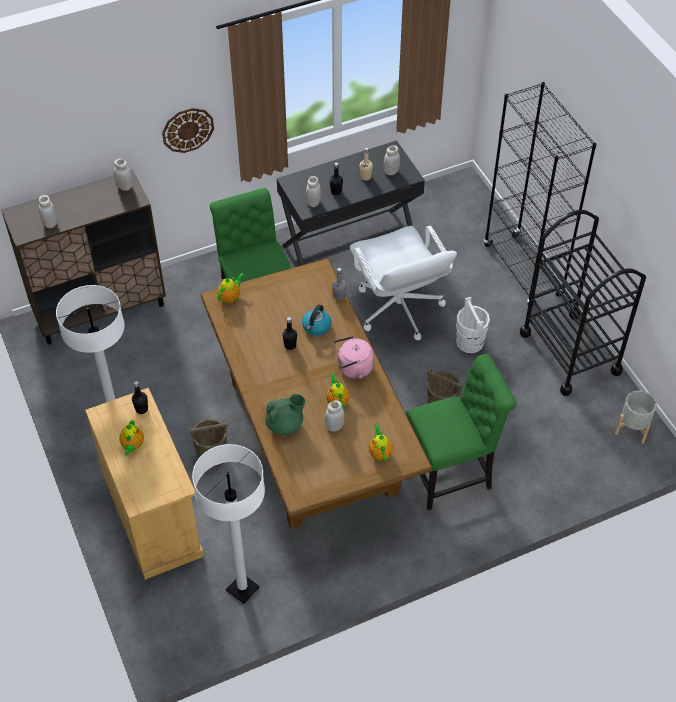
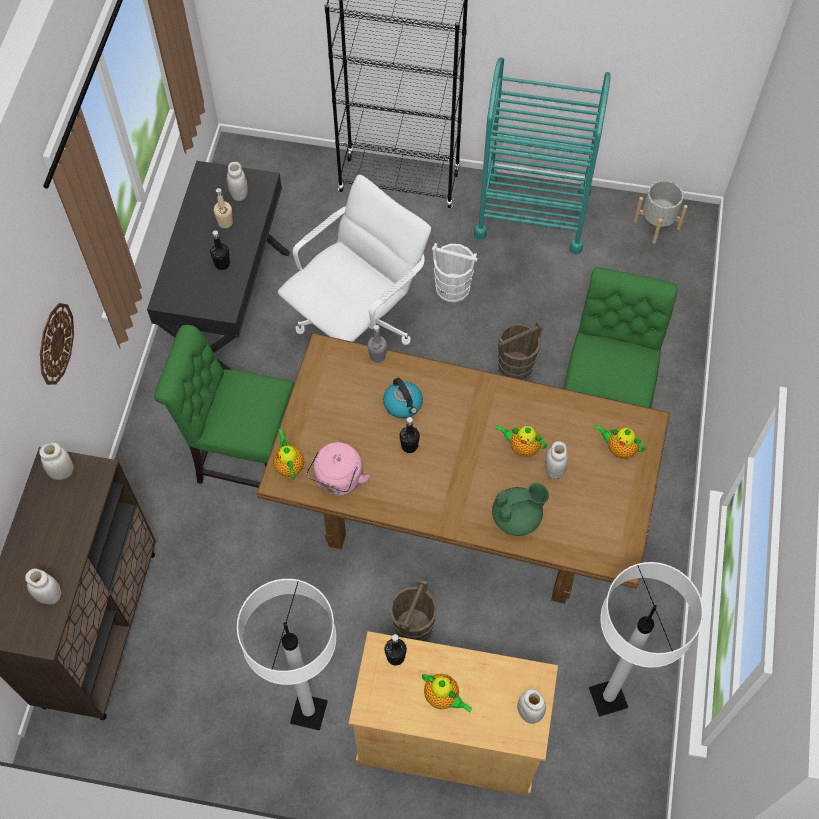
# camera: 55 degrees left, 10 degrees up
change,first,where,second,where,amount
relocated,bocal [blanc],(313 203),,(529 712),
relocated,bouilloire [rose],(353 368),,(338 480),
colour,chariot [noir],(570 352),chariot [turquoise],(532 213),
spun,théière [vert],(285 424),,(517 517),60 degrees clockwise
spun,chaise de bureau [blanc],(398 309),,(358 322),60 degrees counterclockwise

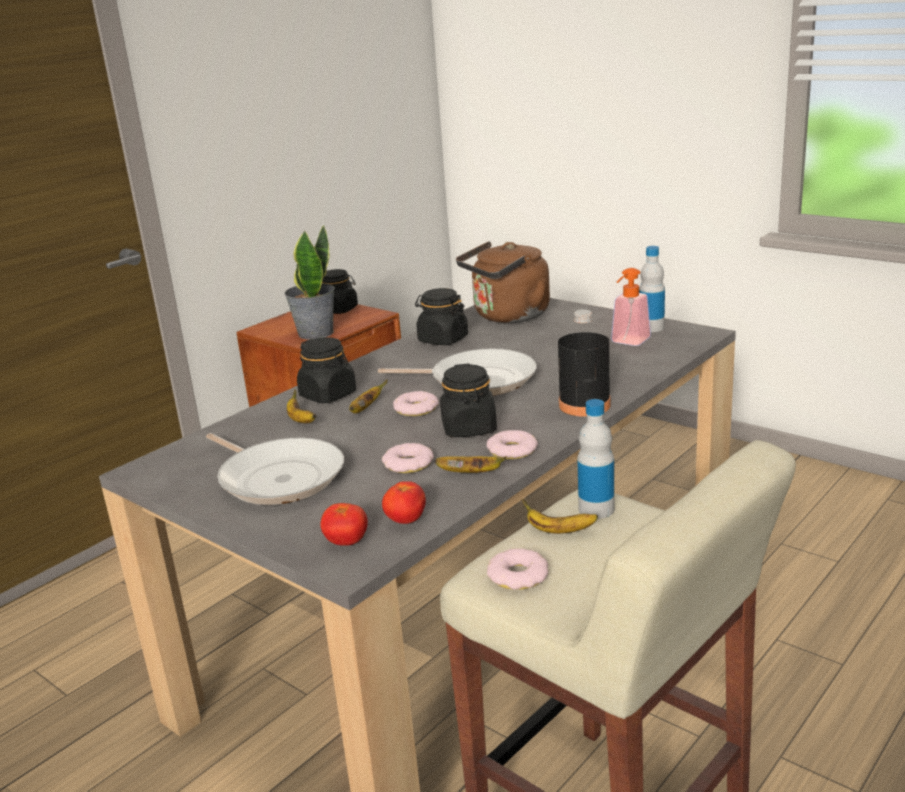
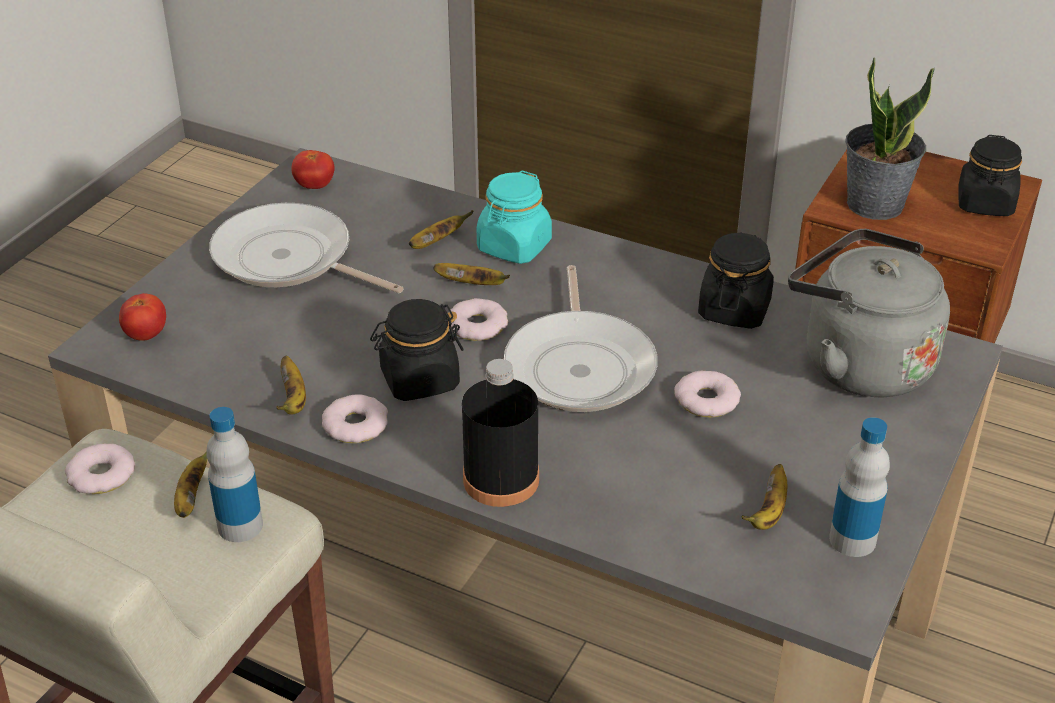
# camera: 75 degrees right, 15 degrees up
change,first,where,second,where,amount
relocated,beignet,(408 464),,(706 400),
relocated,tomate,(406 520),,(315 186),
exchanged,distributeur de savon,(627 342),banane,(768 512),
colour,bocal [noir],(328 395),bocal [turquoise],(514 247),
colour,bouilloire [marron],(508 316),bouilloire [gris],(859 363),
spun,poêle,(278 477),,(289 259),90 degrees clockwise

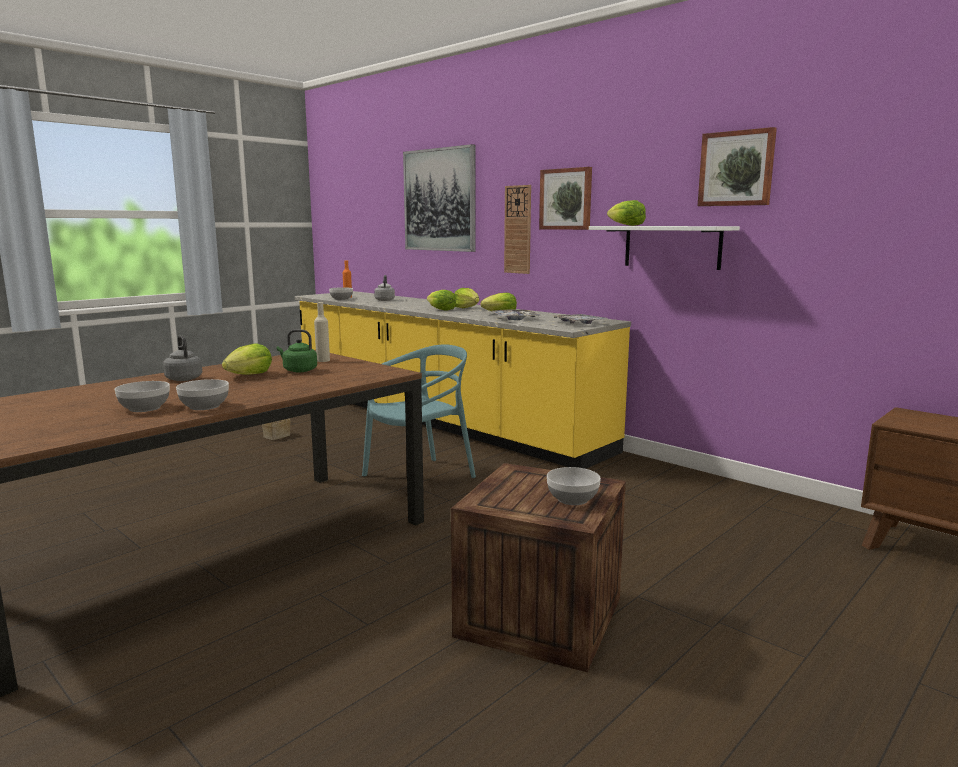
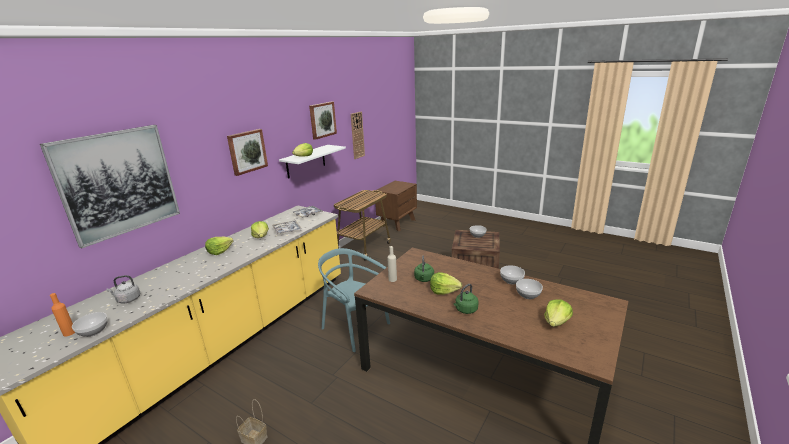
# camera: 100 degrees left, 10 degrees up
change,first,where,second,where,amount
appeared,,,chariot,(364 247),
relocated,laitue,(441 310),,(556 322),
relocated,horloge murale,(518 229),,(357 135),
colour,bouilloire [gris],(183 378),bouilloire [vert],(465 310),

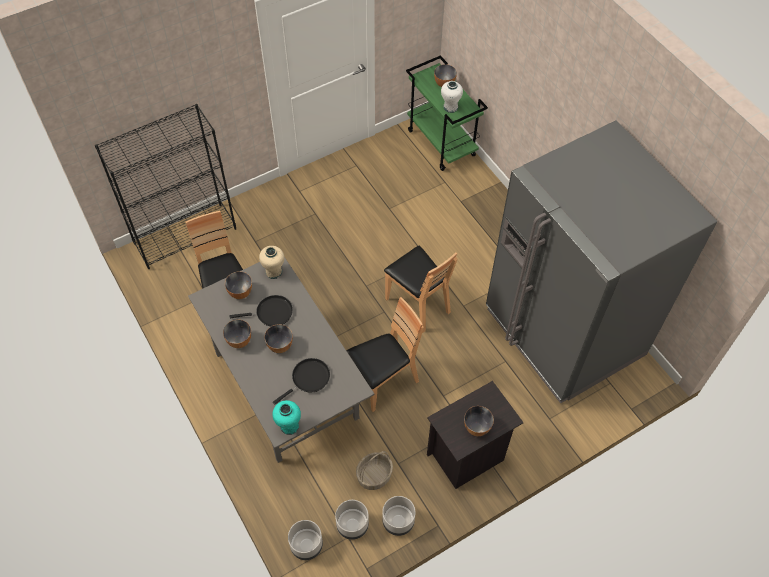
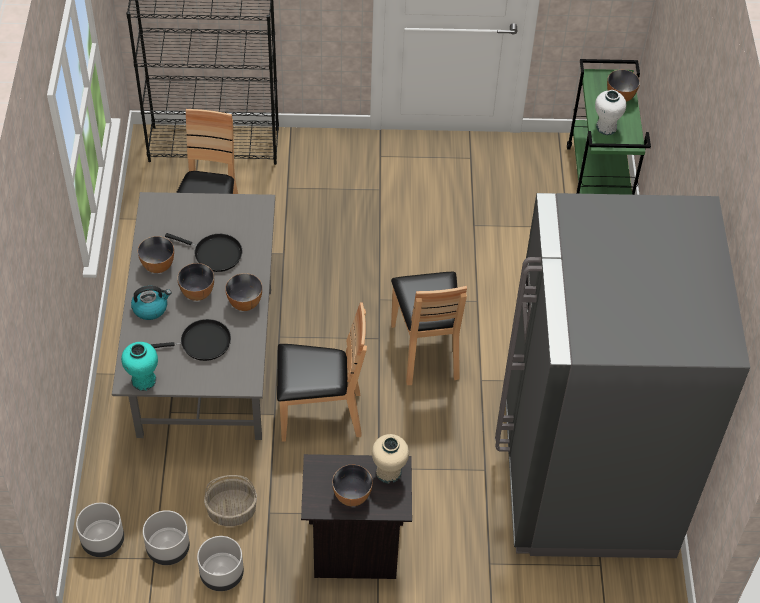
# camera: 30 degrees right, 5 degrees down
change,first,where,second,where,amount
appeared,,,bouilloire,(150 308),
relocated,bol,(240 293),,(244 303),
relocated,vase [beige],(274 271),,(389 472),

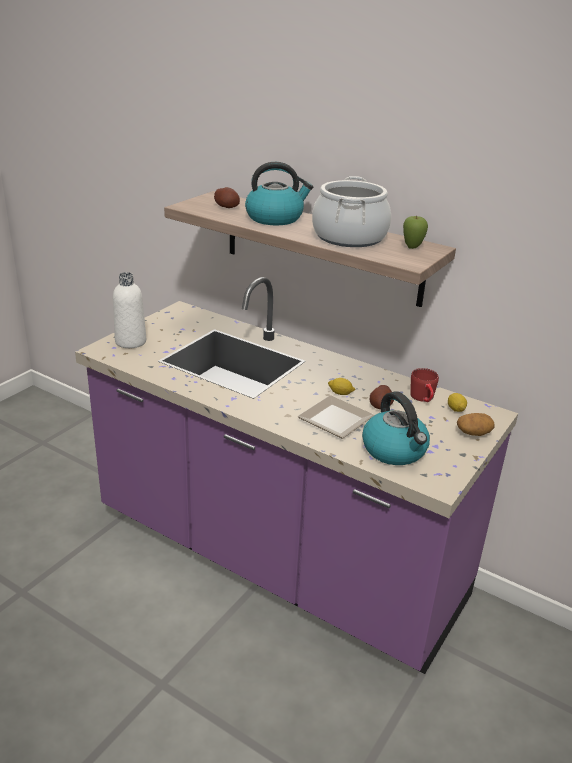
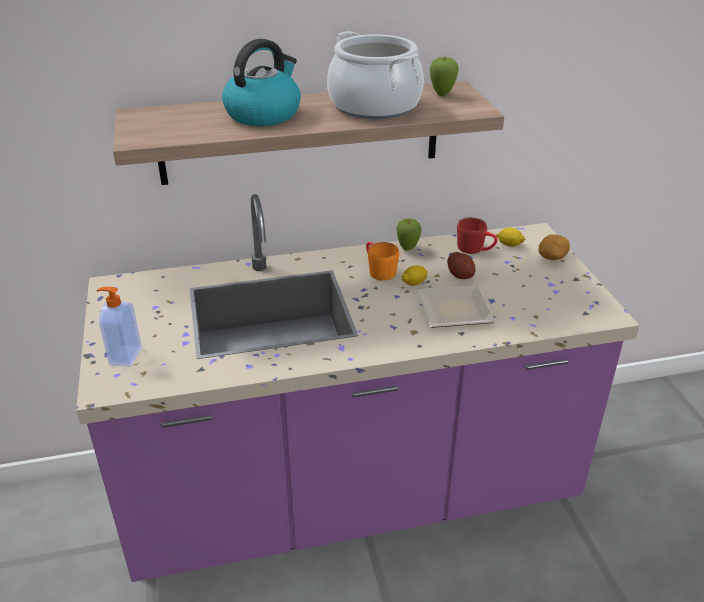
# camera: 45 degrees left, 5 degrees up
change,first,where,second,where,amount
missing,pomme de terre,(227 207),,,
missing,bouilloire,(395 450),,,
appeared,,,mug [orange],(378 270),
appeared,,,pomme,(407 249),
exchanged,bouteille [blanc],(130 342),distributeur de savon,(124 356),

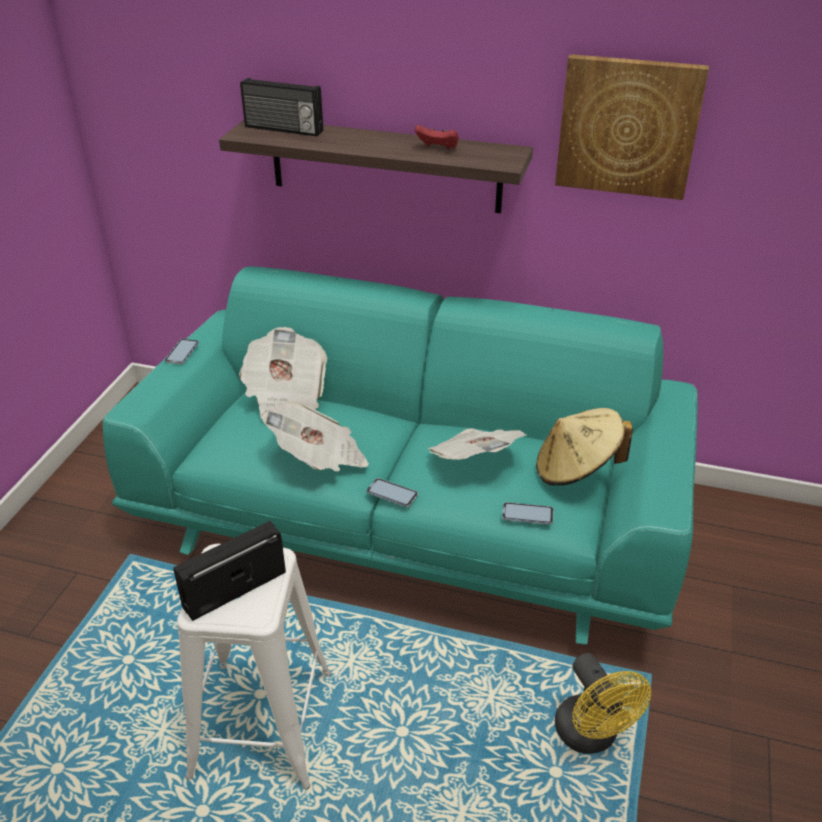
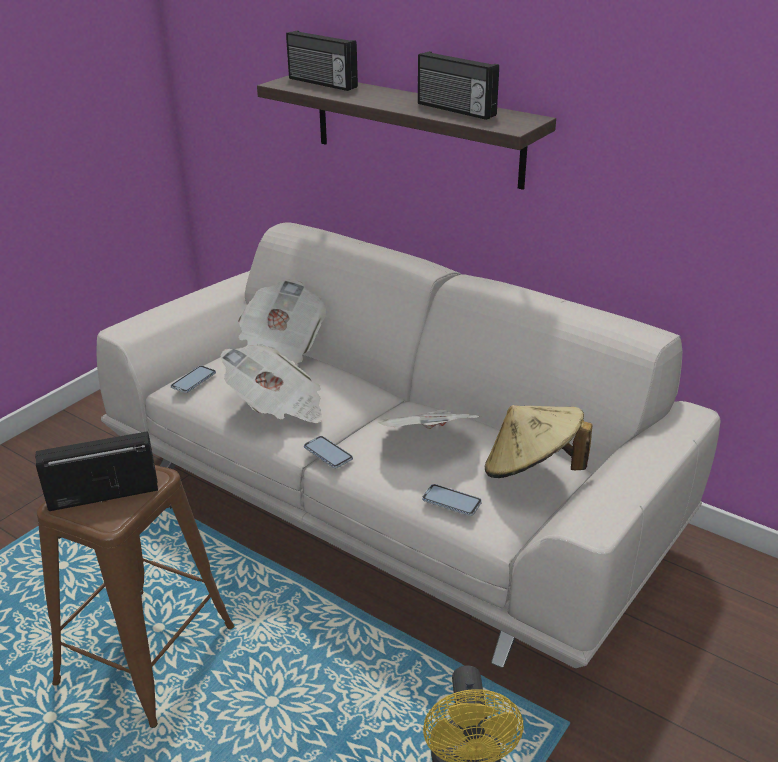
# camera: 20 degrees right, 5 degrees down
change,first,where,second,where,amount
missing,tableau,(628 126),,,
relocated,téléphone,(182 352),,(193 380),
exchanged,manette [rouge],(438 148),radio,(455 110),
colour,canapé [turquoise],(413 518),canapé [blanc],(392 503),
colour,tabouret [blanc],(263 722),tabouret [marron],(147 654),

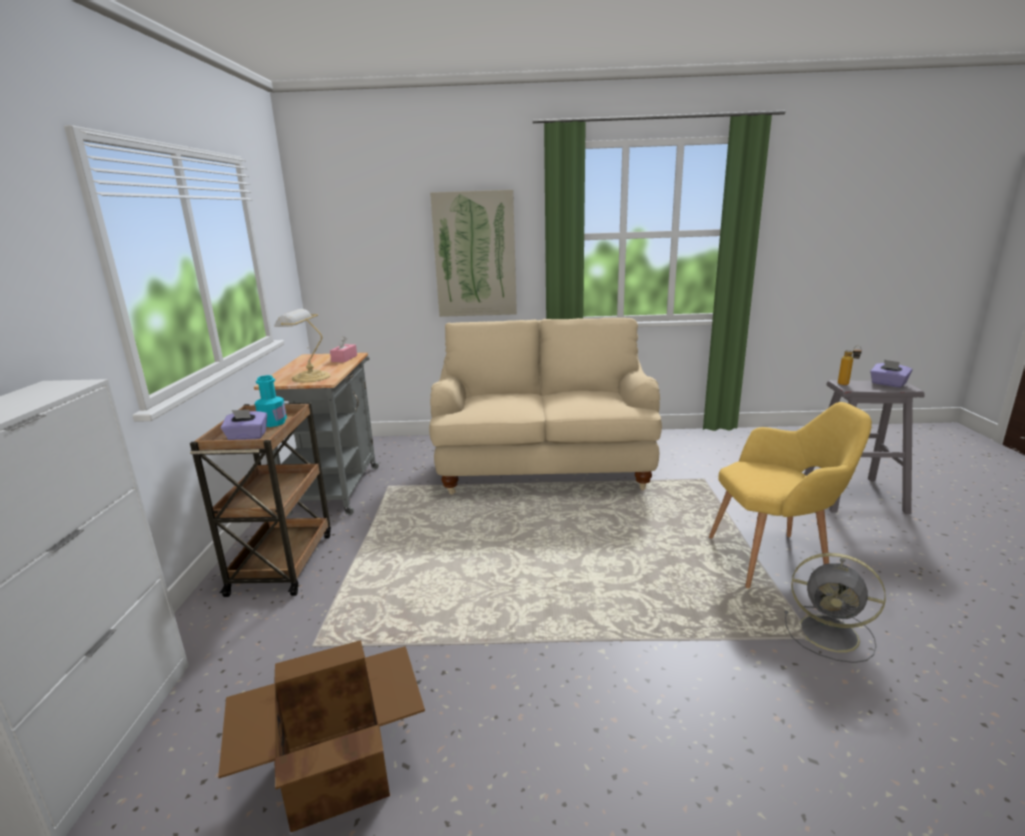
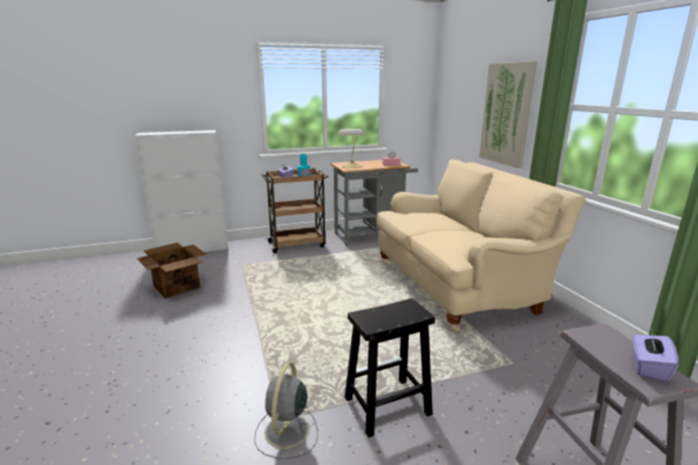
# camera: 70 degrees right, 0 degrees up
change,first,where,second,where,amount
missing,bouteille,(846 385),,,
exchanged,fauteuil [jaune],(775 558),tabouret [noir],(386 407),

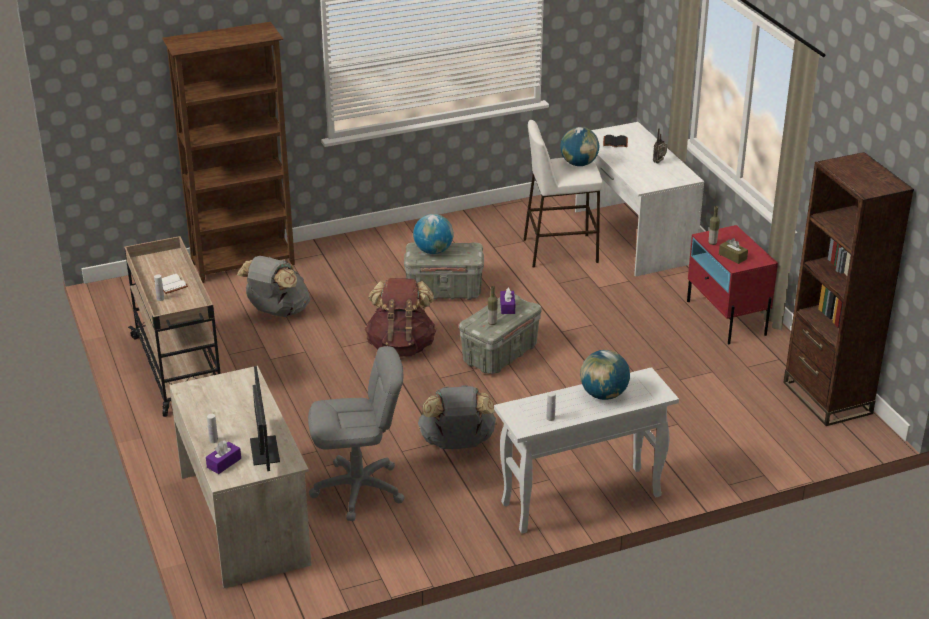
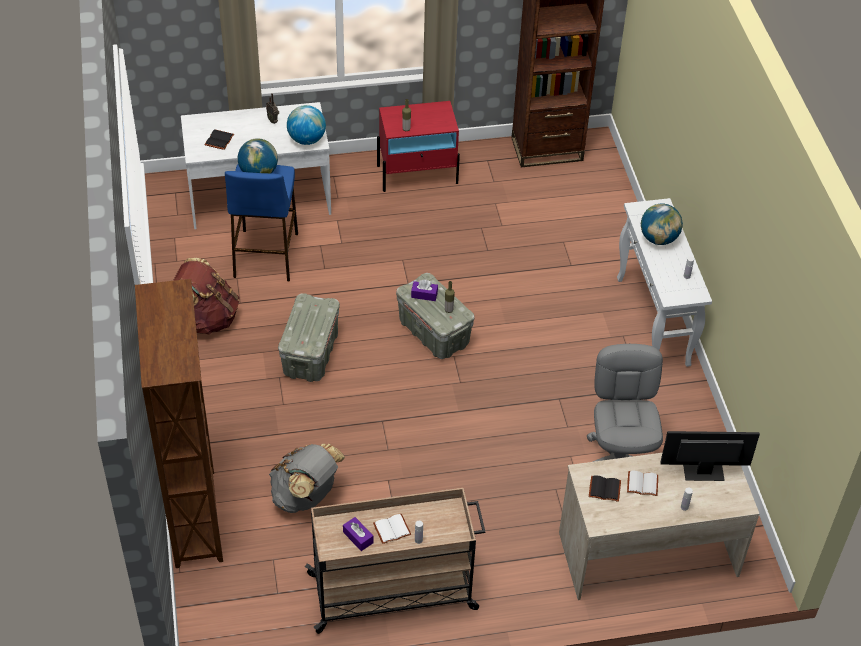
# camera: 80 degrees left, 15 degrees up
change,first,where,second,where,amount
missing,sac à dos [gris],(457 444),,,
missing,boîte à mouchoirs [marron],(732 256),,,
appeared,,,livre [noir],(604 490),
appeared,,,livre [blanc],(642 485),
relocated,boîte à mouchoirs [violet],(224 463),,(358 537),
relocated,sac à dos [marron],(401 346),,(208 318),
relocated,globe,(433 251),,(306 139),
colour,tabouret [blanc],(559 251),tabouret [bleu],(266 255),

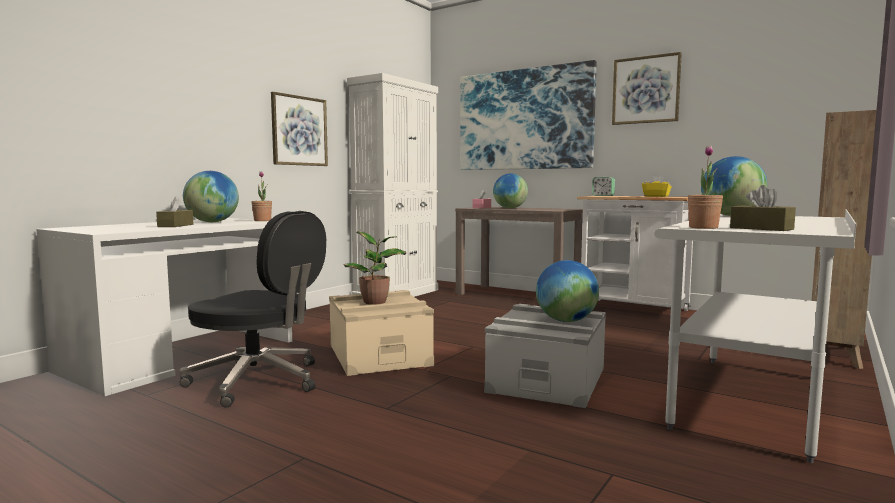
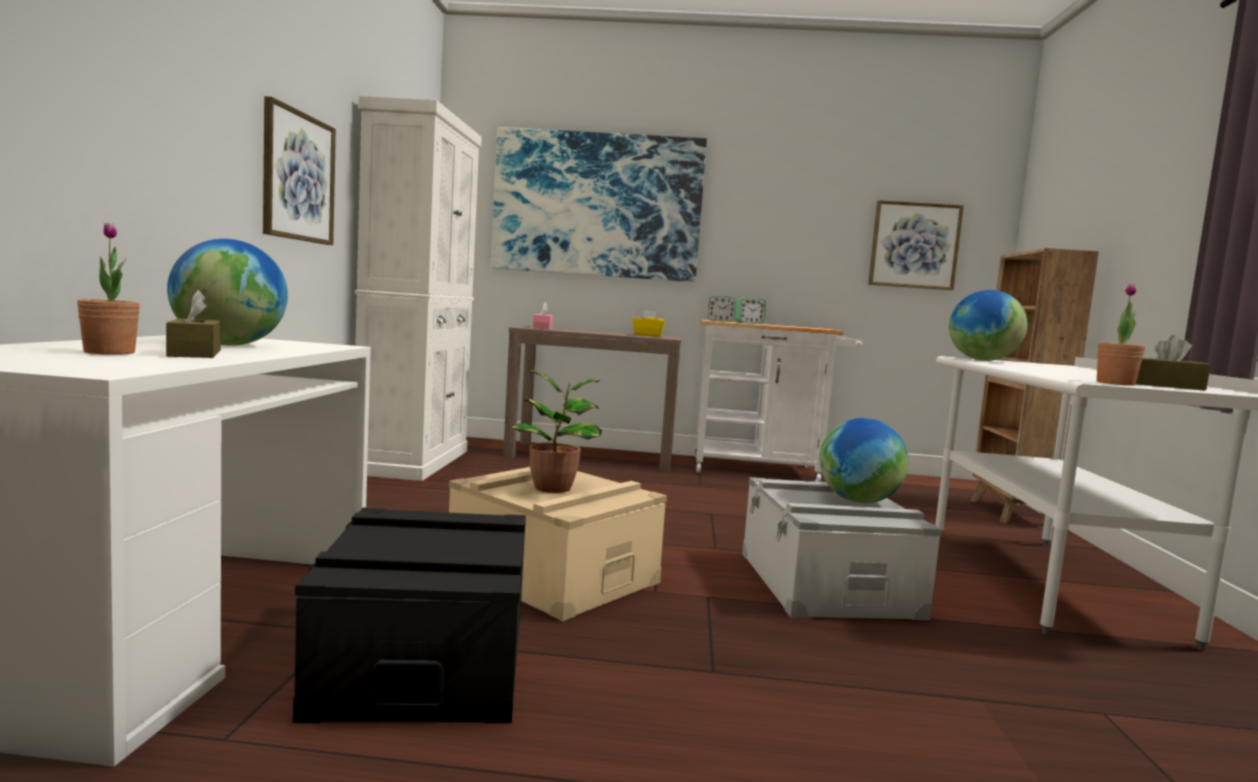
# camera: 30 degrees left, 0 degrees up
change,first,where,second,where,amount
missing,globe,(510 208),,,
appeared,,,réveil,(749 323),
relocated,plante en pot,(262 220),,(109 352),
relocated,tableau,(645 90),,(914 245),
relocated,boîte à mouchoirs [jaune],(656 196),,(647 335),
exchanged,chaise de bureau [noir],(258 381),boîte de rangement [noir],(425 659),

